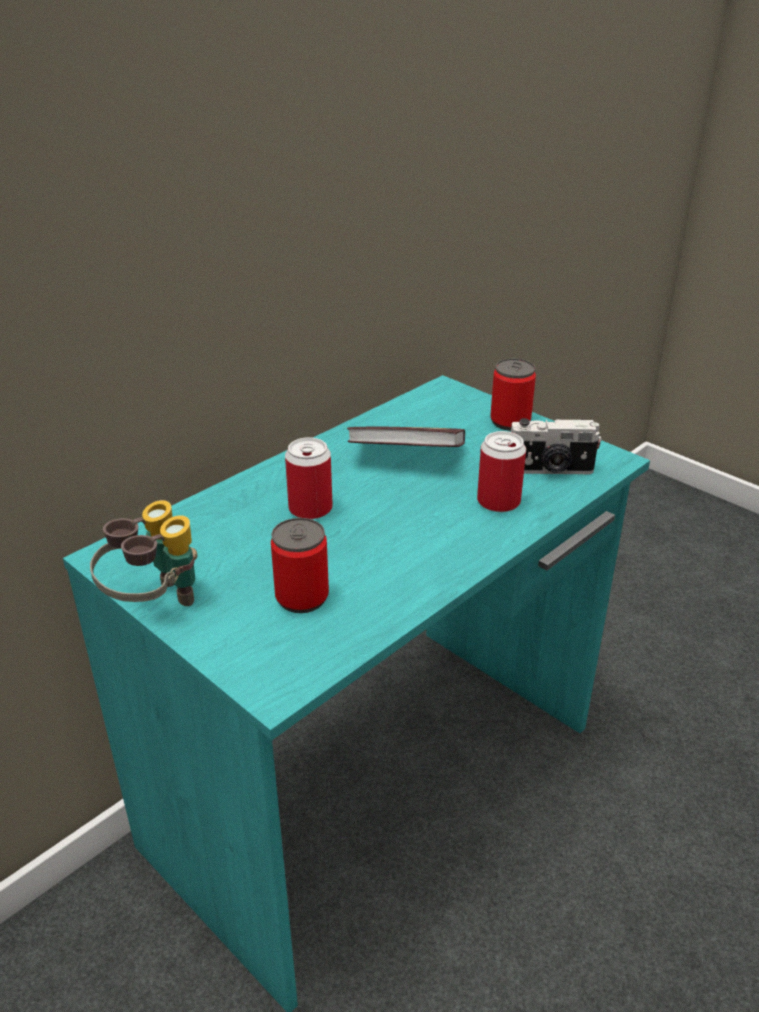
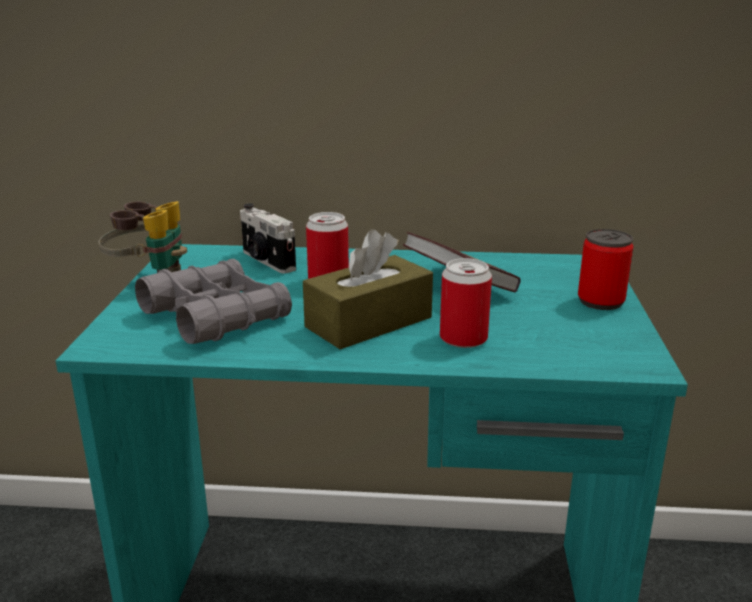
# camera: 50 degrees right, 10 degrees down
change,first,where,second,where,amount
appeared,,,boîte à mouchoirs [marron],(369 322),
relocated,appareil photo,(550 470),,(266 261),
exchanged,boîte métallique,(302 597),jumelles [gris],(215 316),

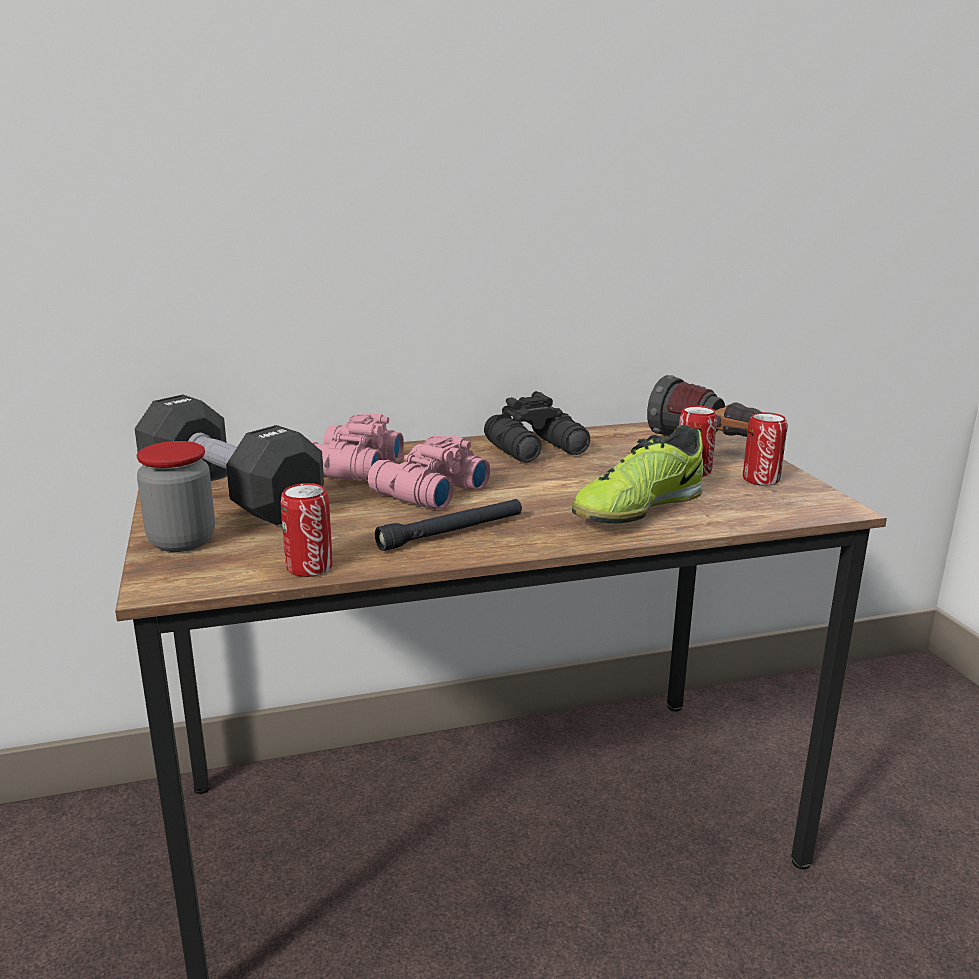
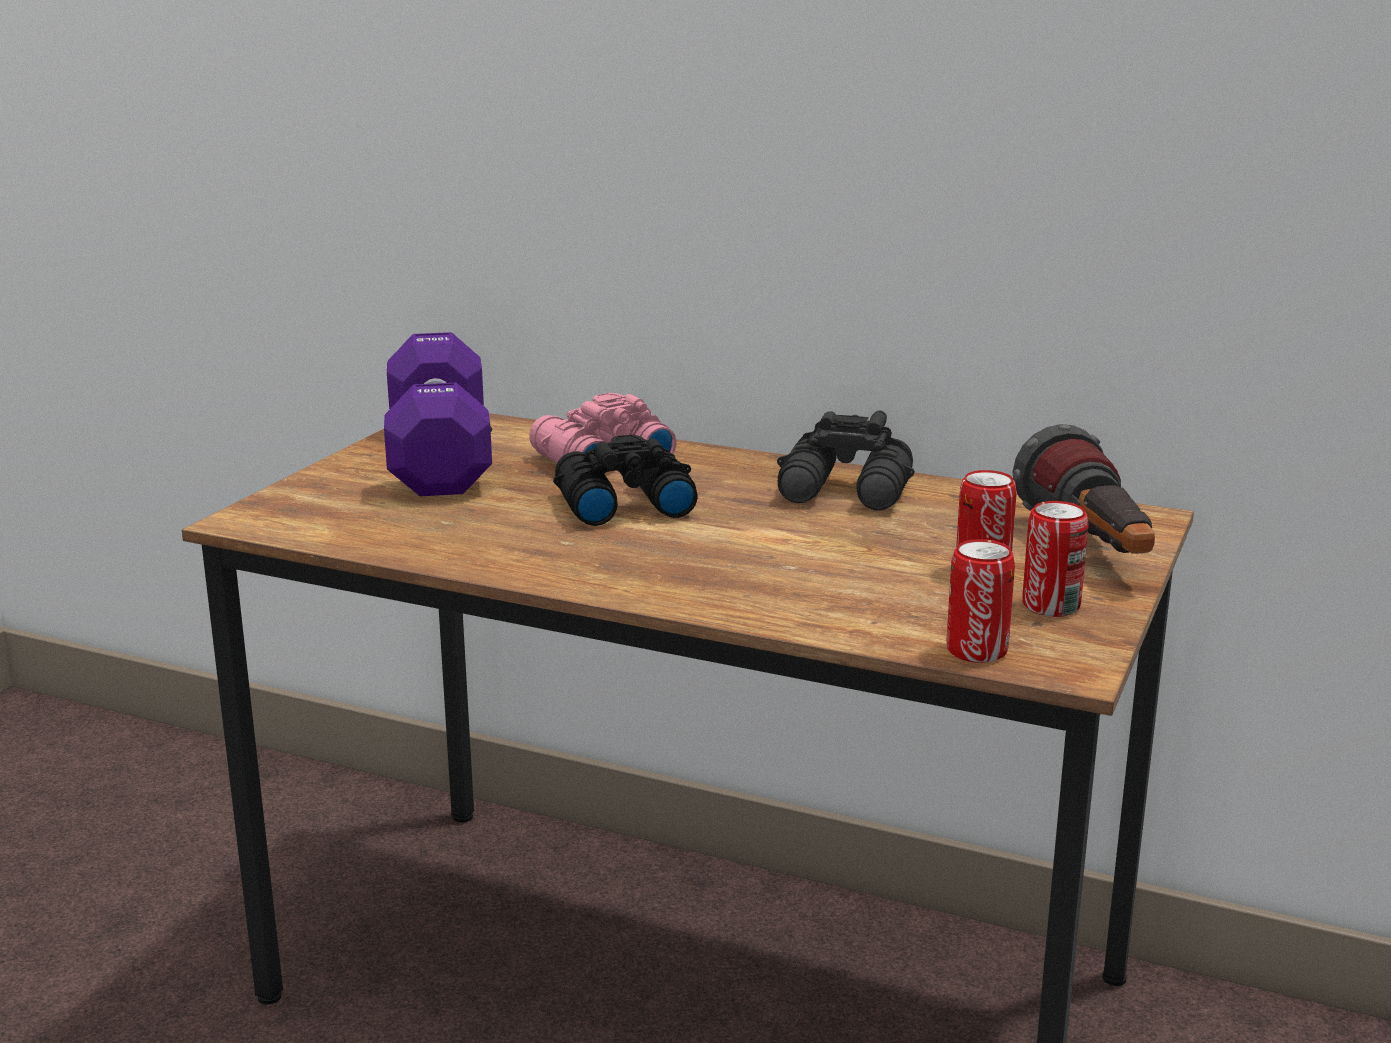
# camera: 40 degrees right, 0 degrees up
change,first,where,second,where,amount
missing,bocal,(182 541),,,
missing,lampe de poche [noir],(452 533),,,
missing,chaussure,(637 509),,,
relocated,boîte métallique,(309 567),,(976 650),
colour,haltère [noir],(230 494),haltère [violet],(439 456),
colour,jumelles [rose],(426 491),jumelles [noir],(621 504),

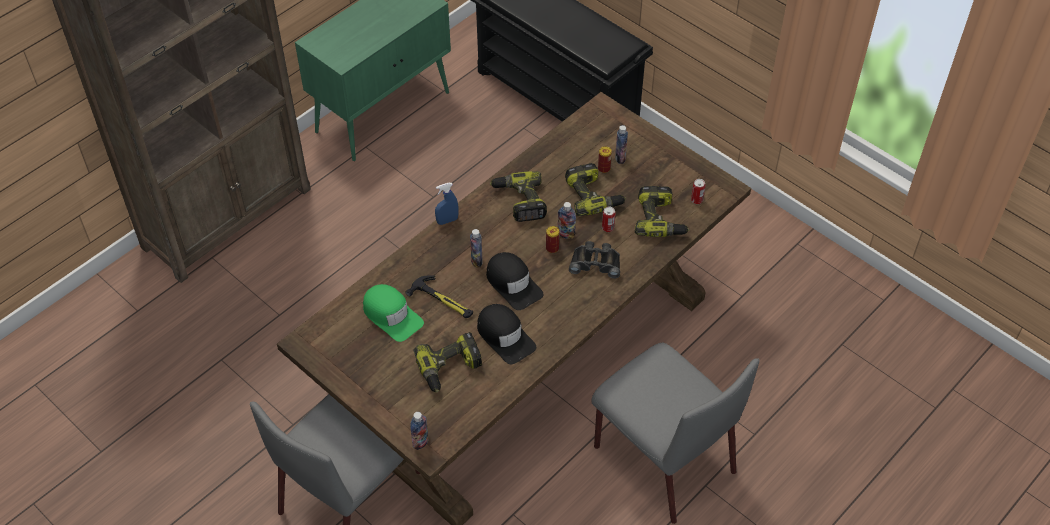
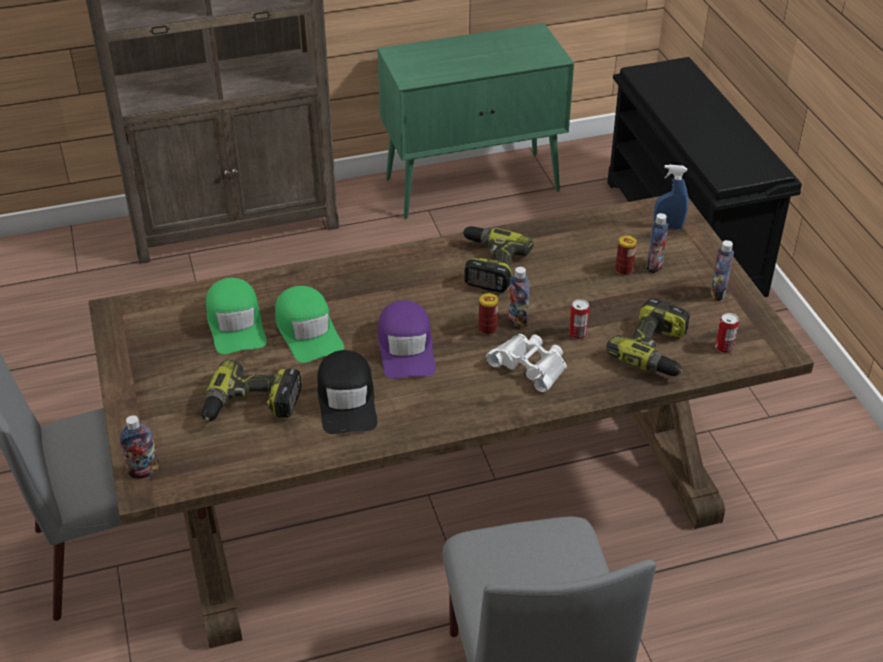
# camera: 30 degrees right, 10 degrees down
change,first,where,second,where,amount
missing,perceuse,(593 196),,,
relocated,vaporisateur [bleu],(447 221),,(668 226),
relocated,bouteille,(476 261),,(718 293),
exchanged,marteau,(442 300),casquette [vert],(308 331),
colour,casquette [noir],(513 284),casquette [violet],(406 348),
colour,jumelles [noir],(595 262),jumelles [blanc],(530 365),

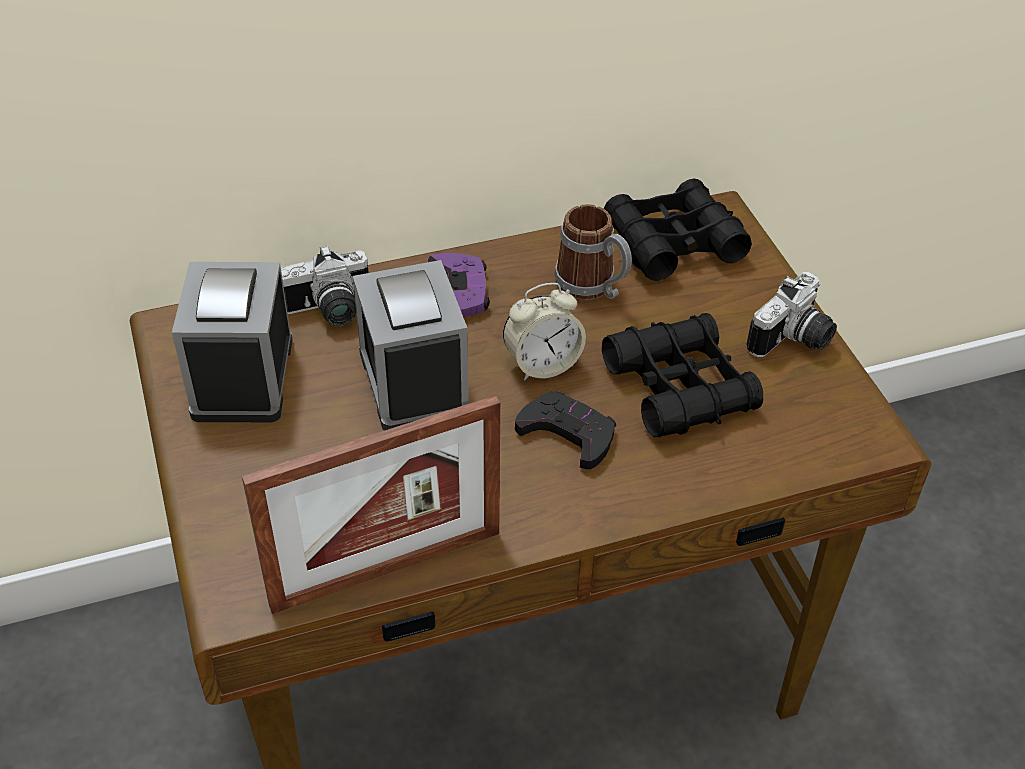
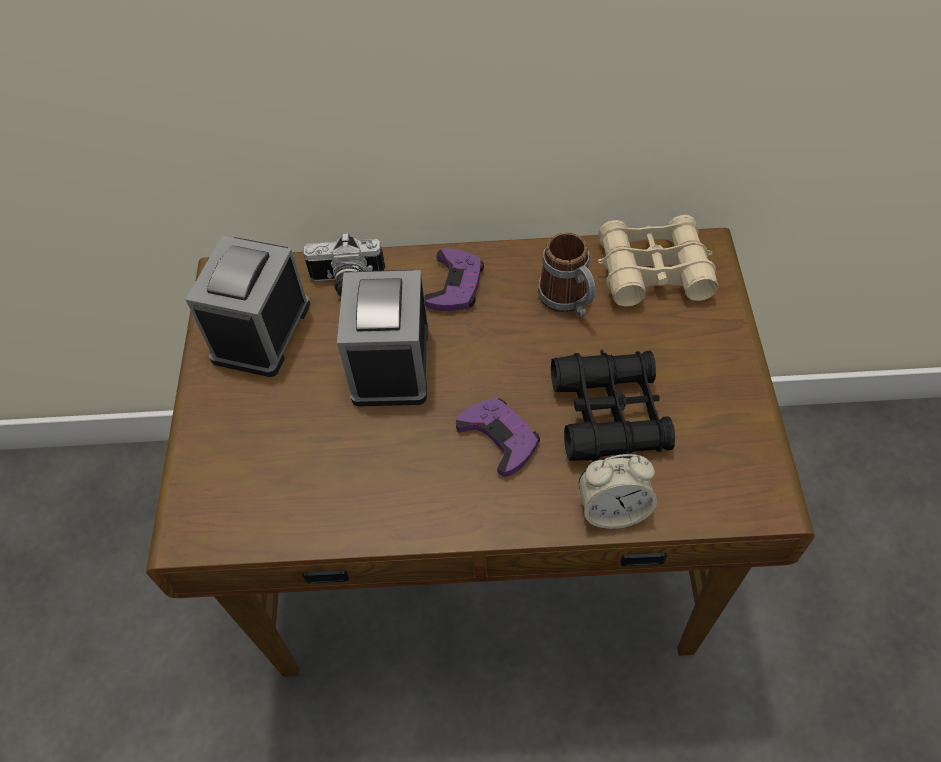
# camera: 20 degrees right, 10 degrees up
change,first,where,second,where,amount
missing,cadre photo,(387 569),,,
missing,appareil photo,(794 340),,,
relocated,réveil,(542 364),,(613 509),
colour,manette [noir],(568 433),manette [violet],(499 438),
colour,jumelles [noir],(673 243),jumelles [beige],(653 270),

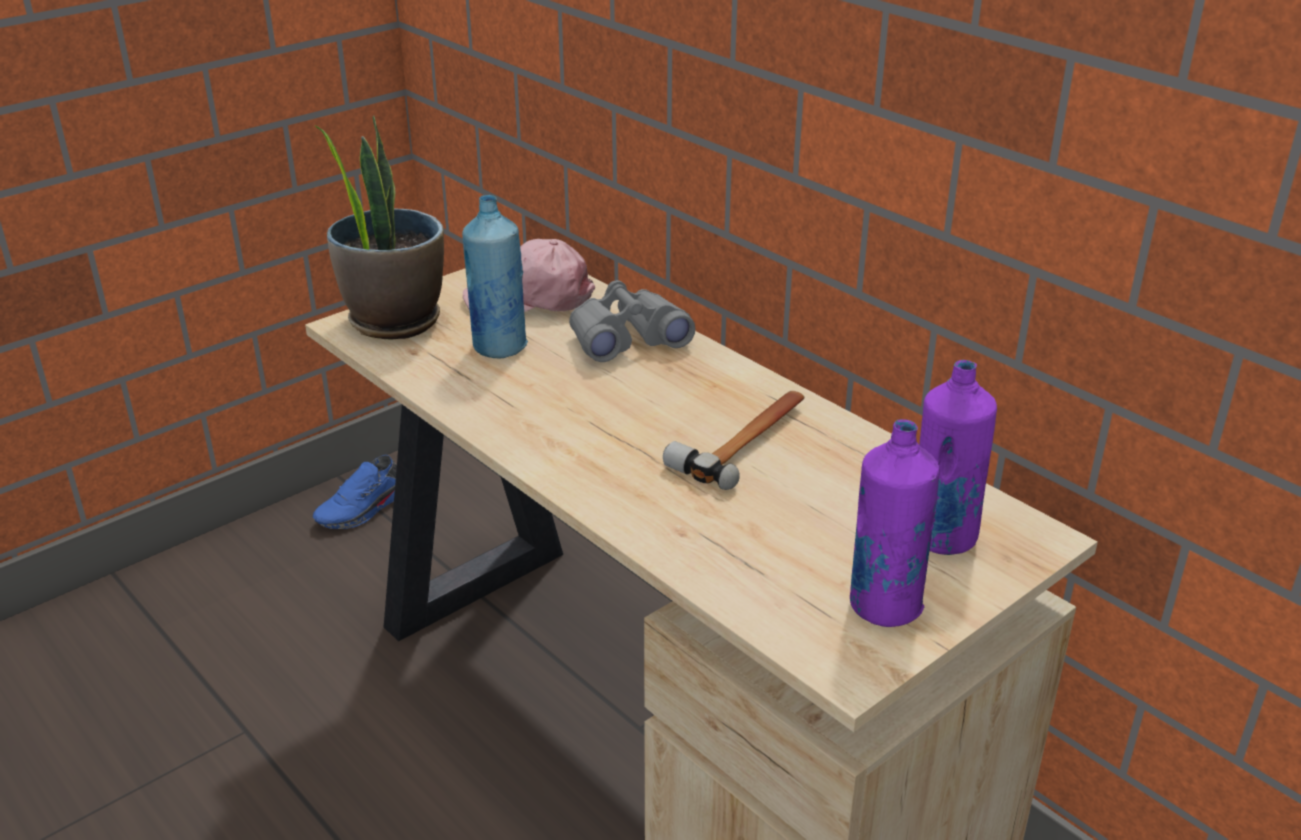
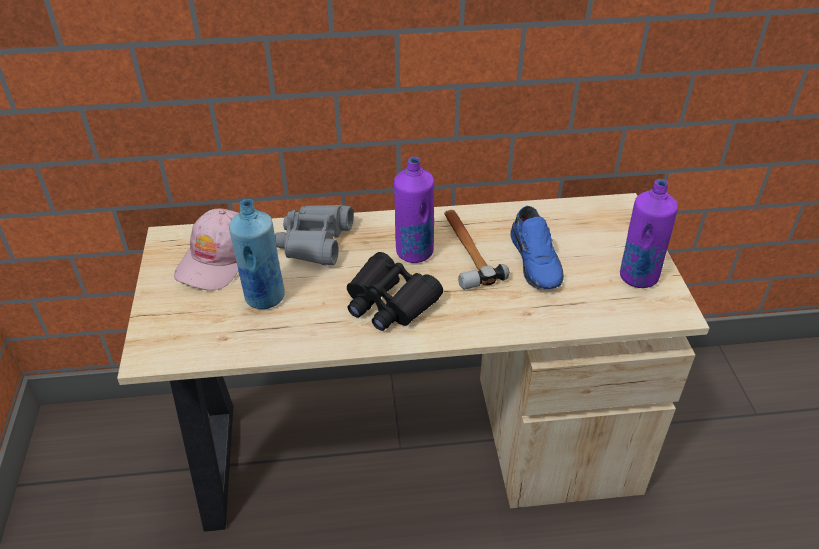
# camera: 55 degrees left, 10 degrees up
change,first,where,second,where,amount
missing,plante en pot,(394 320),,,
appeared,,,jumelles [noir],(389 302),
relocated,chaussure [bleu],(364 509),,(536 261),
relocated,bouteille [violet],(941 537),,(414 252),

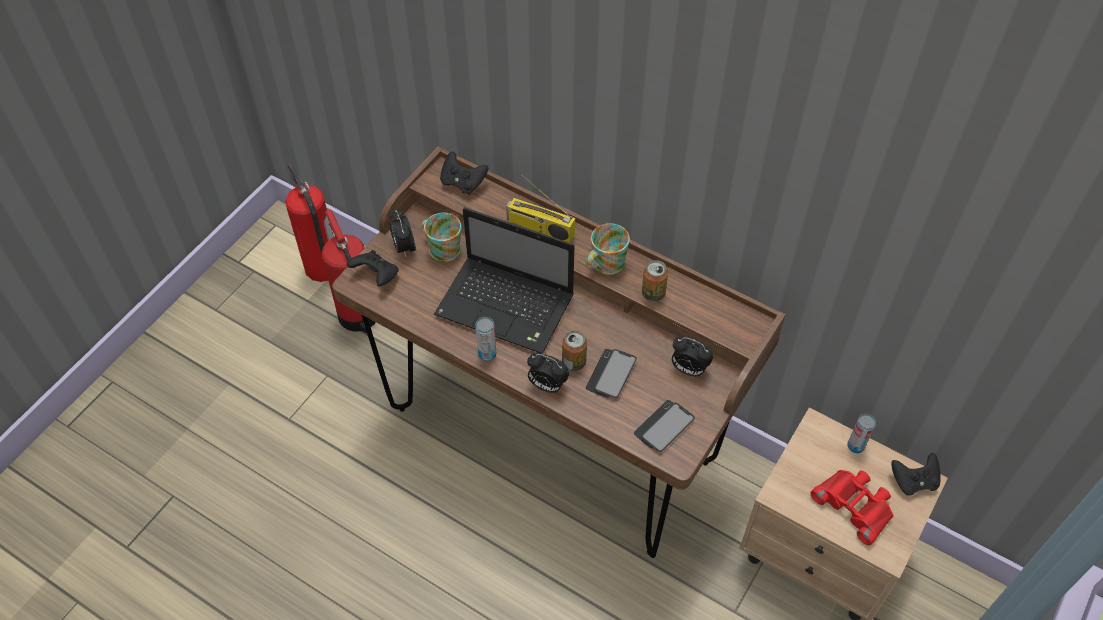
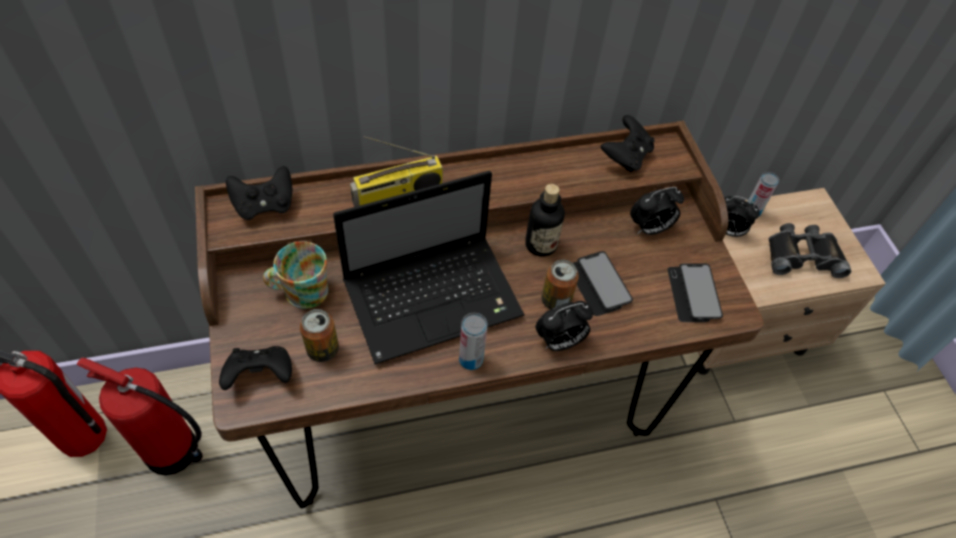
# camera: 50 degrees left, 0 degrees up
change,first,where,second,where,amount
missing,mug,(604 264),,,
appeared,,,bouteille,(541 244),
relocated,réveil,(404 247),,(727 231),
relocated,boîte métallique,(653 293),,(322 349),
relocated,manette [noir],(913 481),,(625 156),
colour,jumelles [rouge],(855 505),jumelles [noir],(802 255),

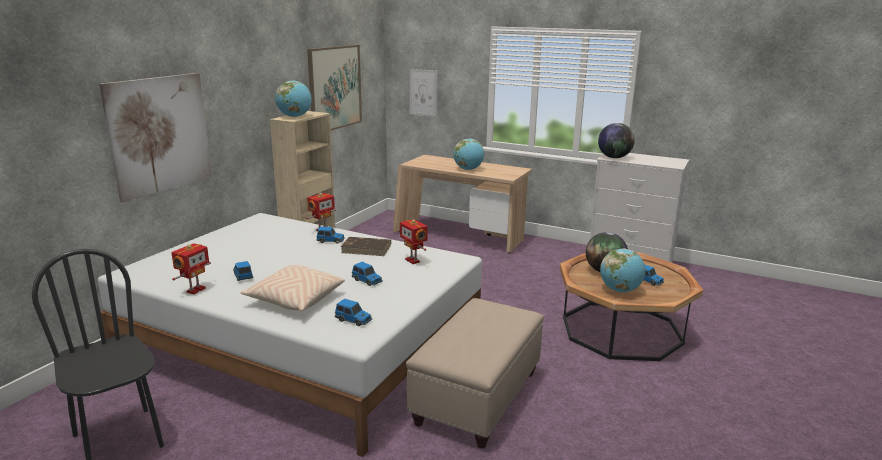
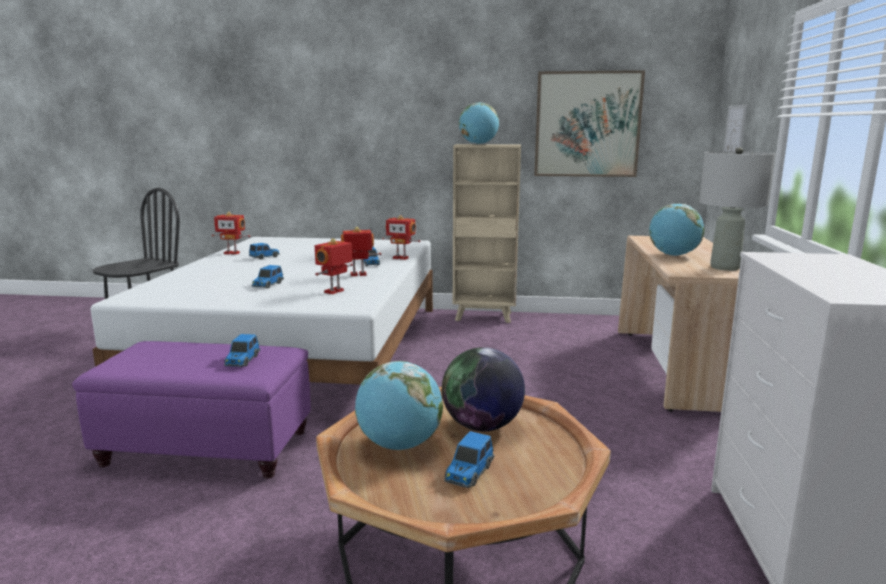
# camera: 70 degrees right, 5 degrees down
change,first,where,second,where,amount
missing,tableau,(160 134),,,
missing,coussin [beige],(295 300),,,
missing,globe,(614 157),,,
appeared,,,lampe de table [gris],(725 267),
relocated,petite voiture,(354 320),,(242 361),
exchanged,livre [marron],(367 248),robot jouet,(358 275),
colour,pouf [beige],(477 397),pouf [violet],(208 448),

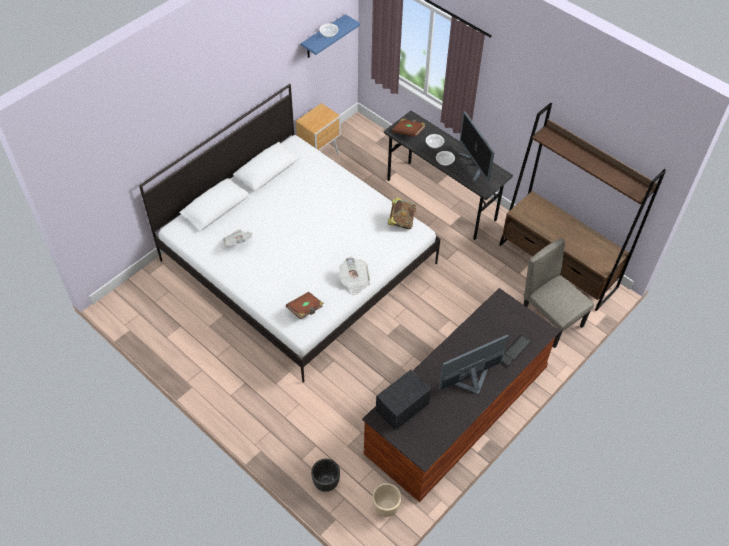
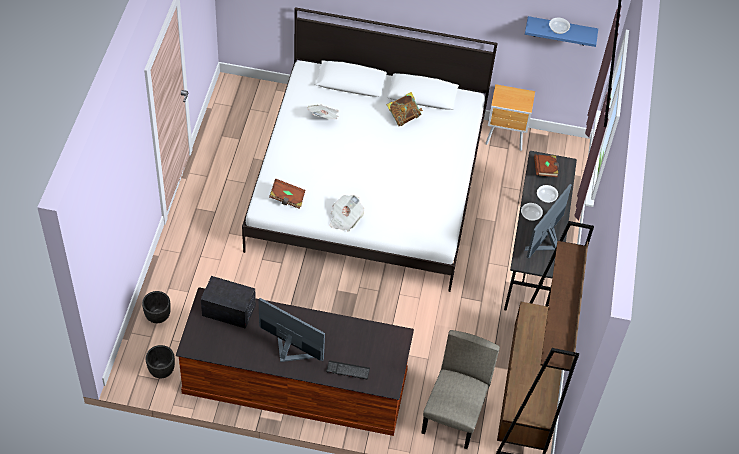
# camera: 55 degrees right, 0 degrees up
change,first,where,second,where,amount
relocated,livre,(401 221),,(404 117),
colour,cache-pot [beige],(386 507),cache-pot [noir],(162 371),

